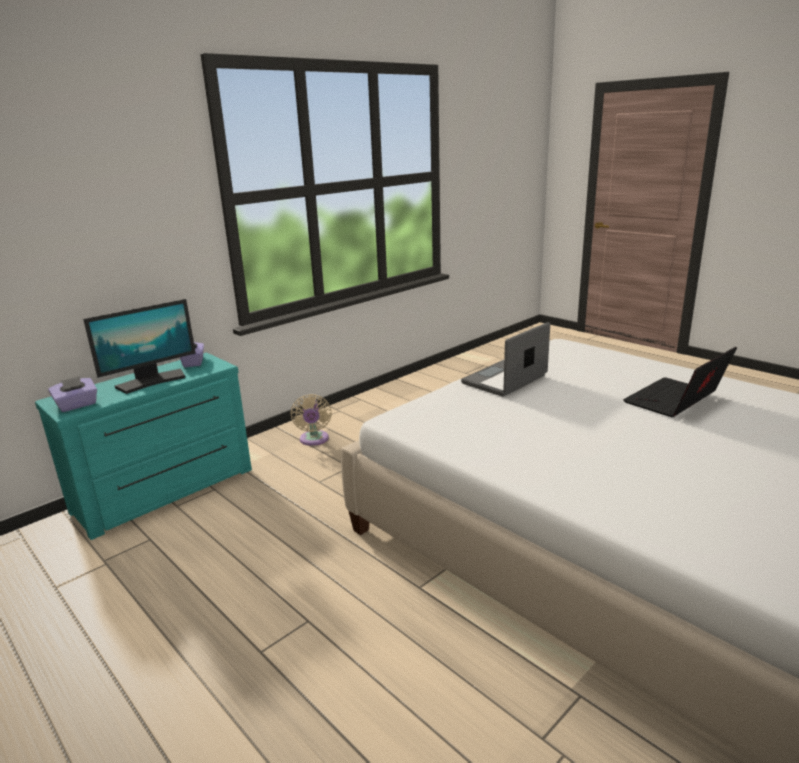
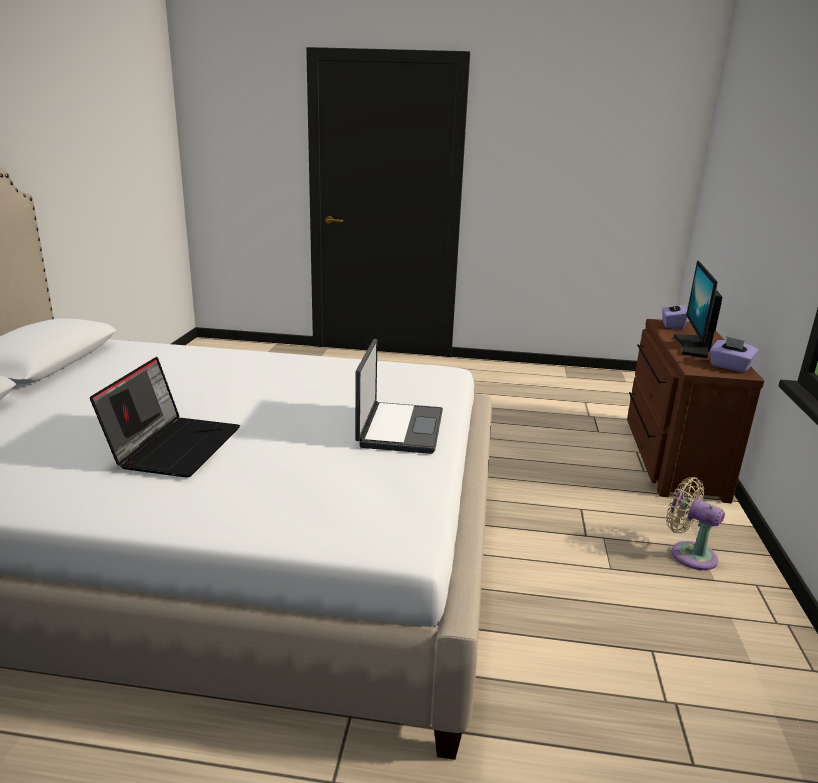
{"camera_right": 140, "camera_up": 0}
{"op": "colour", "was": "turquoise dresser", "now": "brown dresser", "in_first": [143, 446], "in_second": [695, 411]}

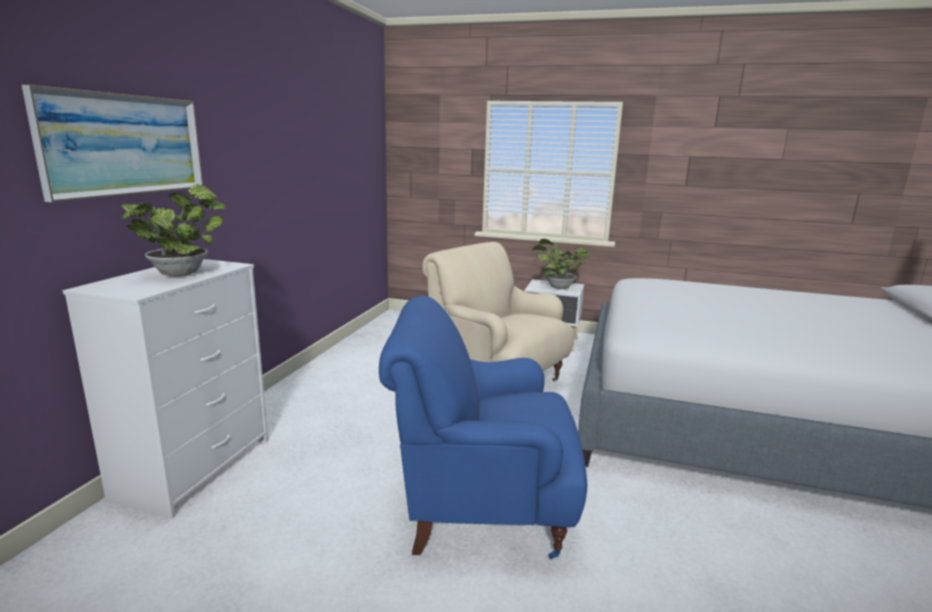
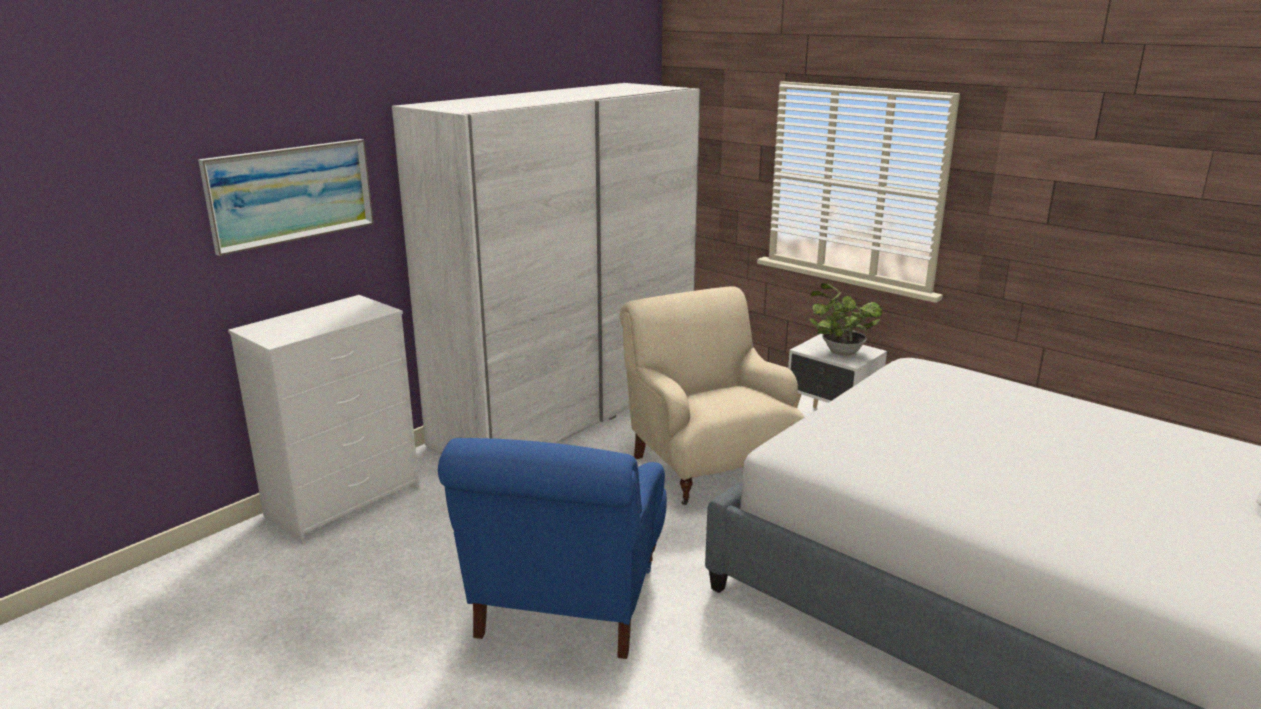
{"camera_right": 25, "camera_up": 5}
{"op": "missing", "was": "potted plant", "in_first": [174, 230]}
{"op": "spun", "was": "blue armchair", "in_first": [483, 427], "in_second": [552, 548], "clockwise": -105}
{"op": "appeared", "now": "white wardrobe", "in_second": [546, 268]}

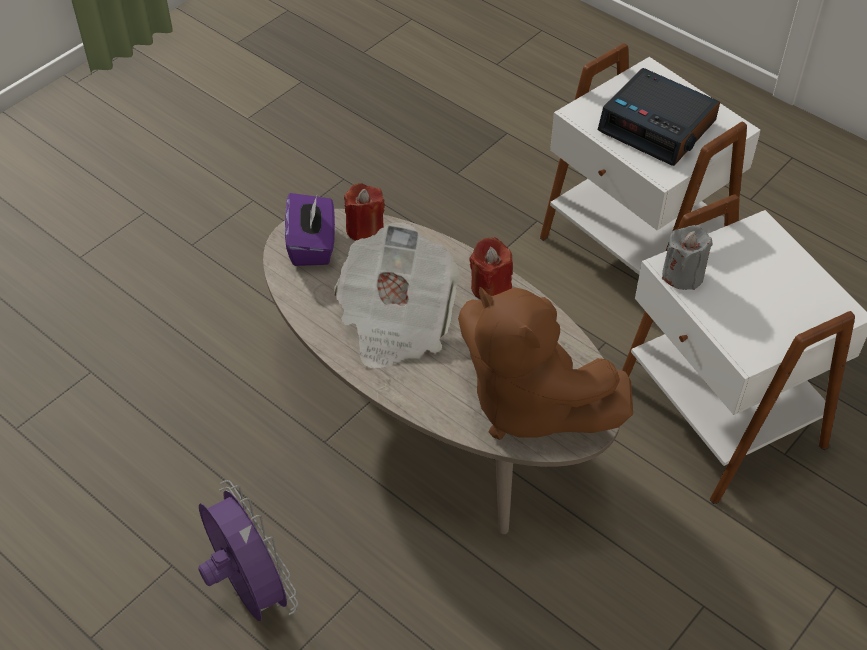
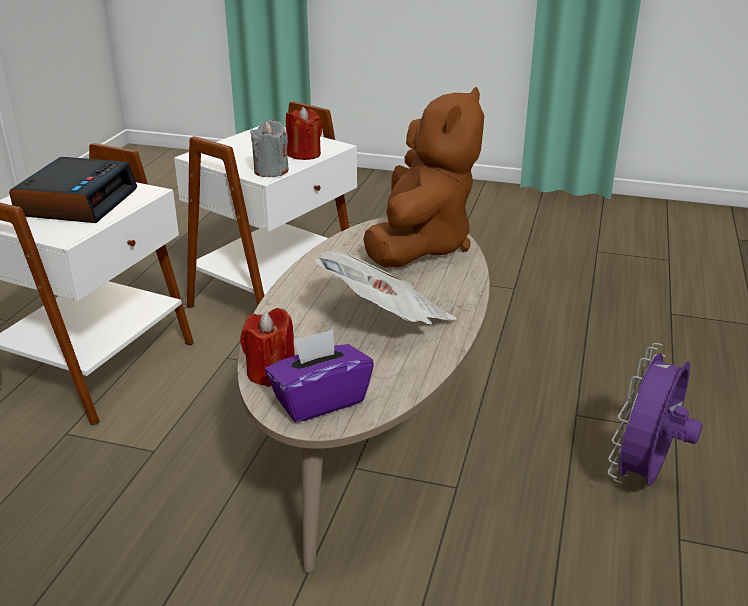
{"camera_right": -115, "camera_up": -20}
{"op": "relocated", "was": "red candle", "in_first": [491, 268], "in_second": [304, 133]}

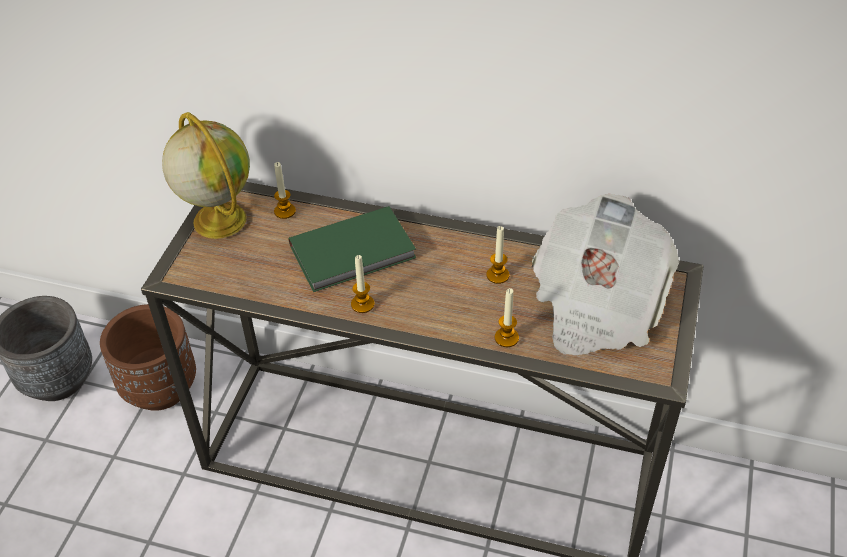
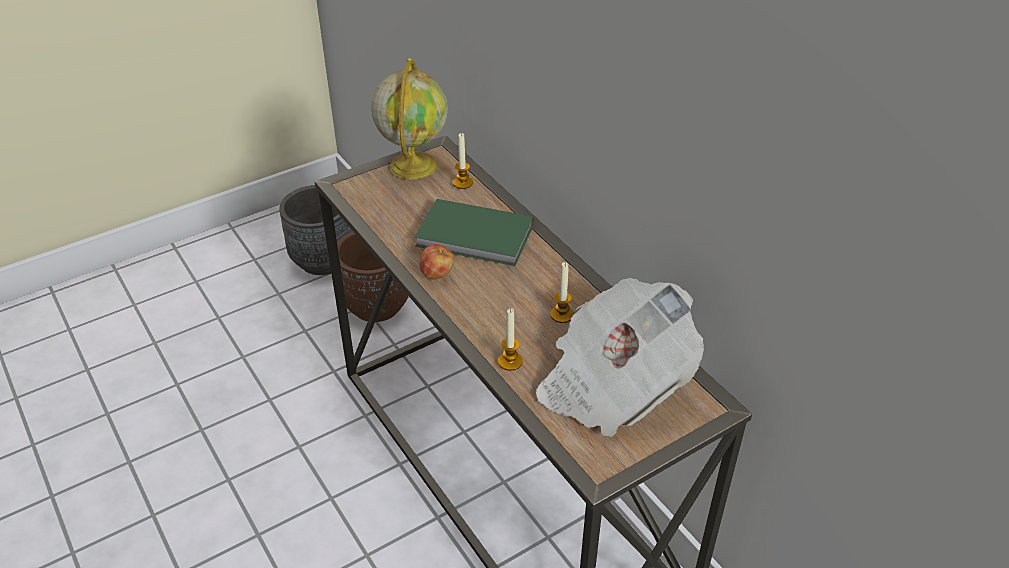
{"camera_right": 40, "camera_up": -5}
{"op": "exchanged", "was": "candle", "now": "apple", "in_first": [363, 284], "in_second": [437, 262]}

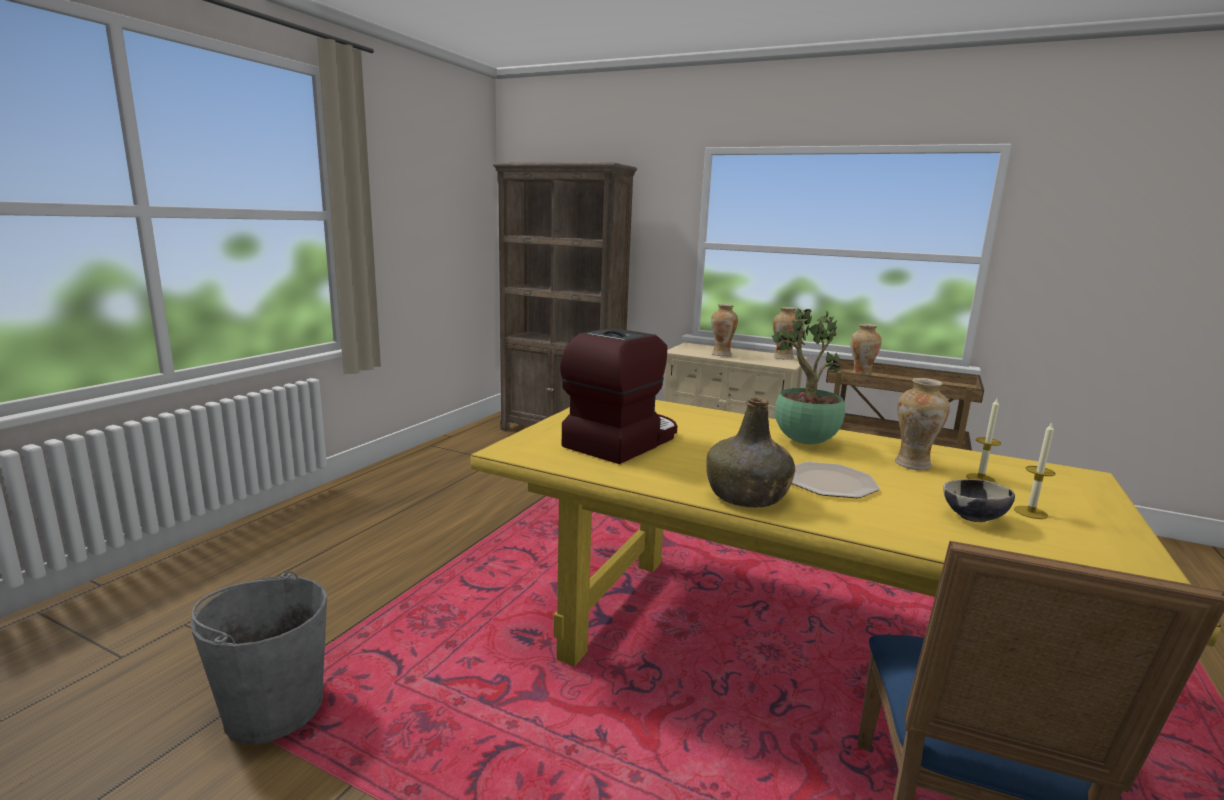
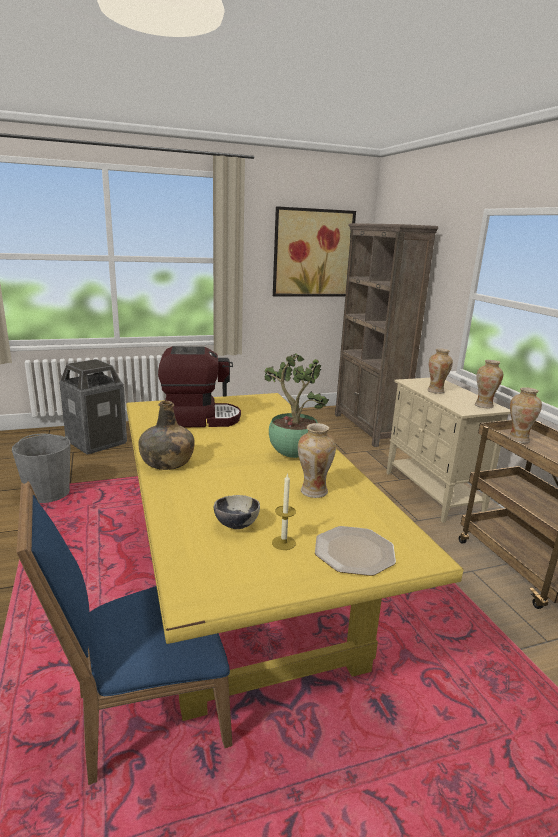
{"camera_right": 45, "camera_up": 5}
{"op": "relocated", "was": "plate", "in_first": [836, 480], "in_second": [355, 551]}
{"op": "missing", "was": "candle", "in_first": [983, 440]}
{"op": "appeared", "now": "trash can", "in_second": [93, 407]}
{"op": "appeared", "now": "picture", "in_second": [314, 251]}

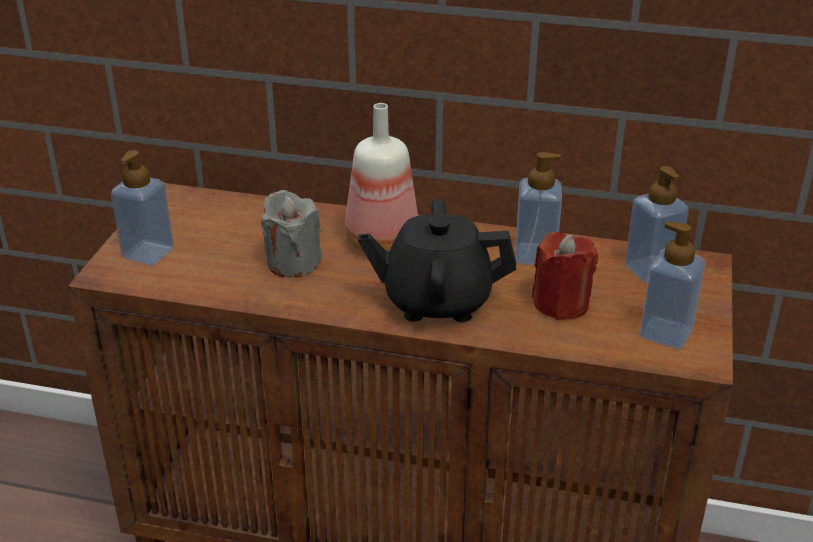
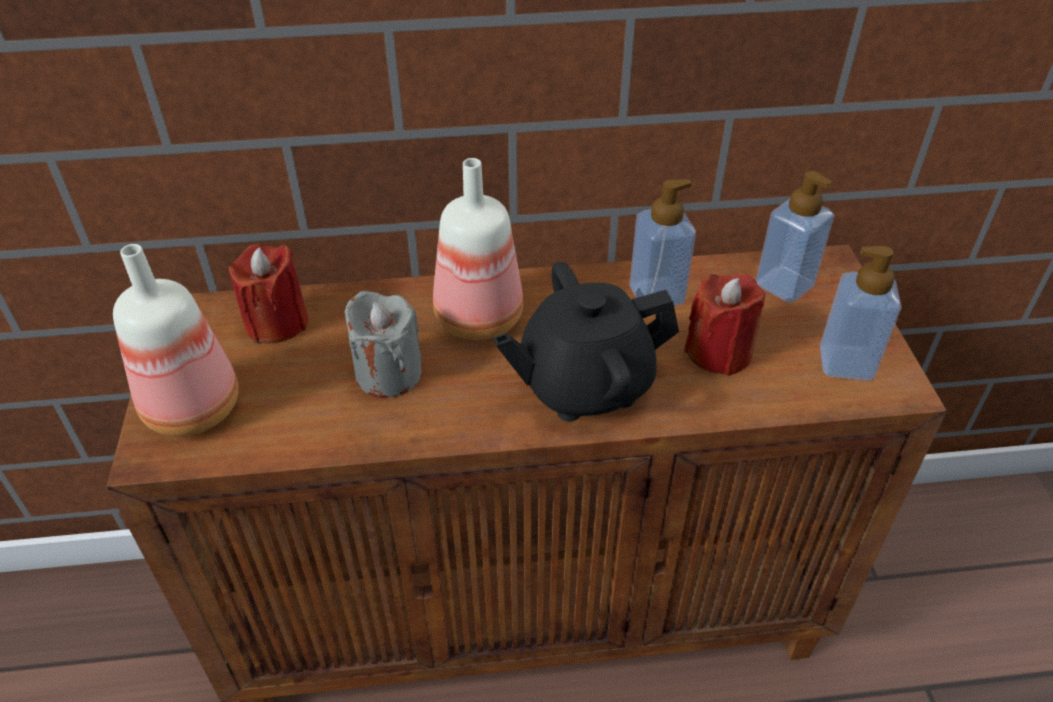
{"camera_right": -20, "camera_up": 10}
{"op": "exchanged", "was": "soap dispenser", "now": "bottle", "in_first": [142, 207], "in_second": [176, 340]}
{"op": "appeared", "now": "red candle", "in_second": [268, 293]}

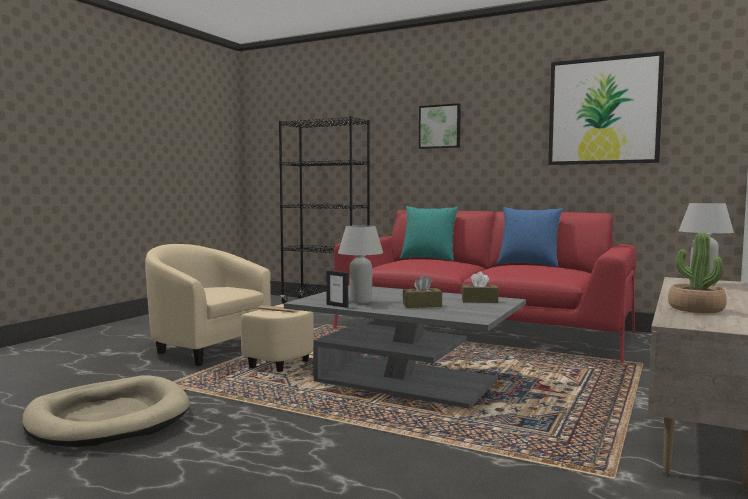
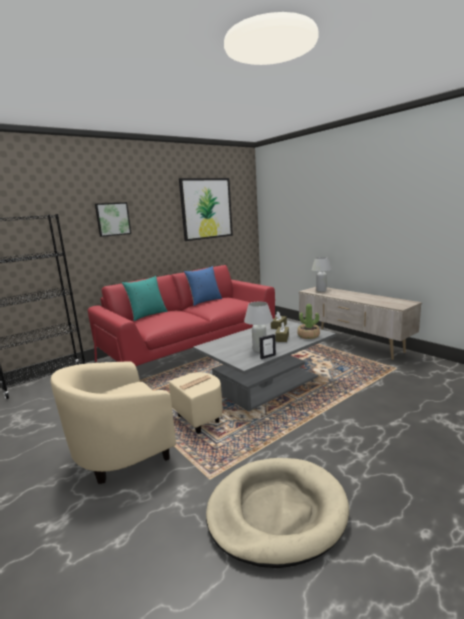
{"camera_right": -65, "camera_up": 10}
{"op": "relocated", "was": "potted plant", "in_first": [697, 272], "in_second": [308, 321]}

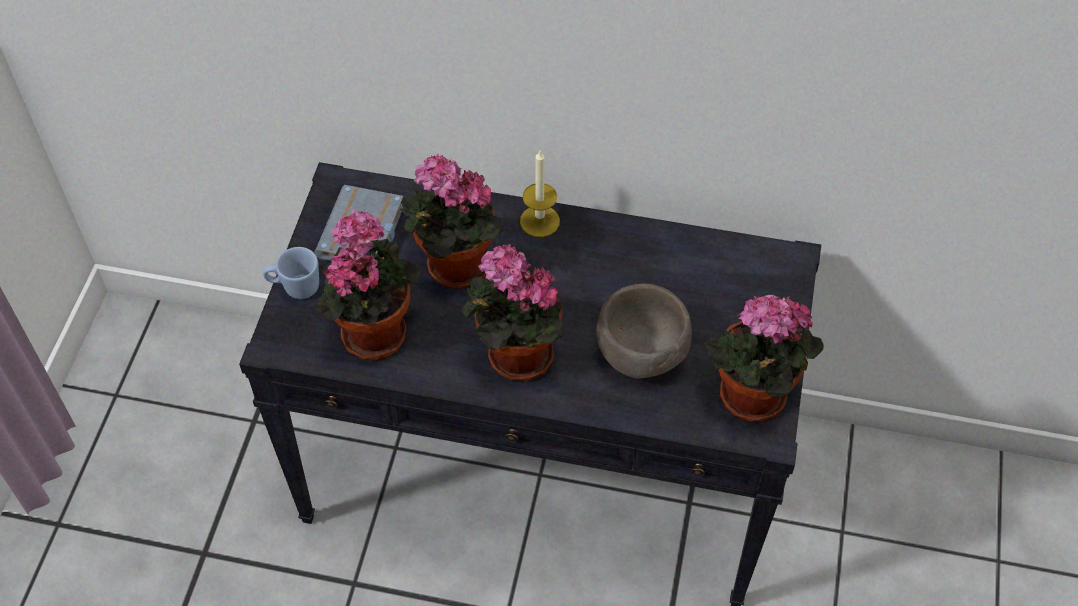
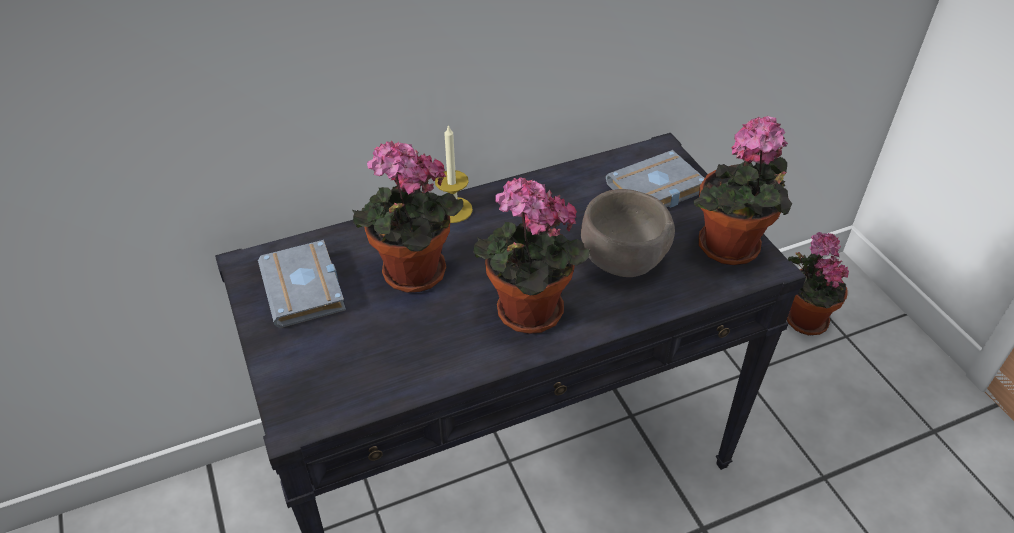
{"camera_right": -35, "camera_up": -10}
{"op": "missing", "was": "blue mug", "in_first": [291, 273]}
{"op": "relocated", "was": "potted plant", "in_first": [367, 285], "in_second": [818, 283]}
{"op": "appeared", "now": "grey book", "in_second": [655, 179]}

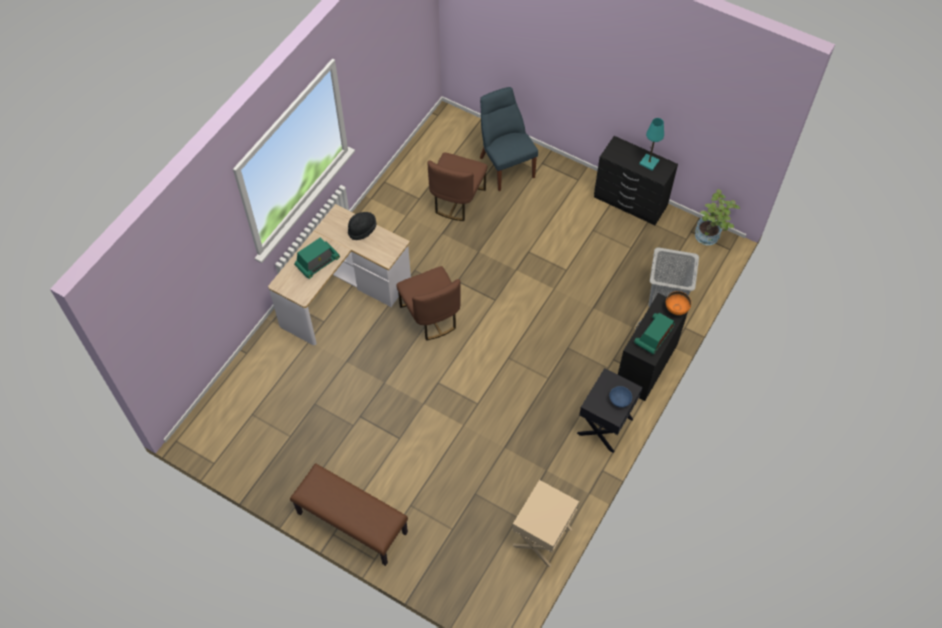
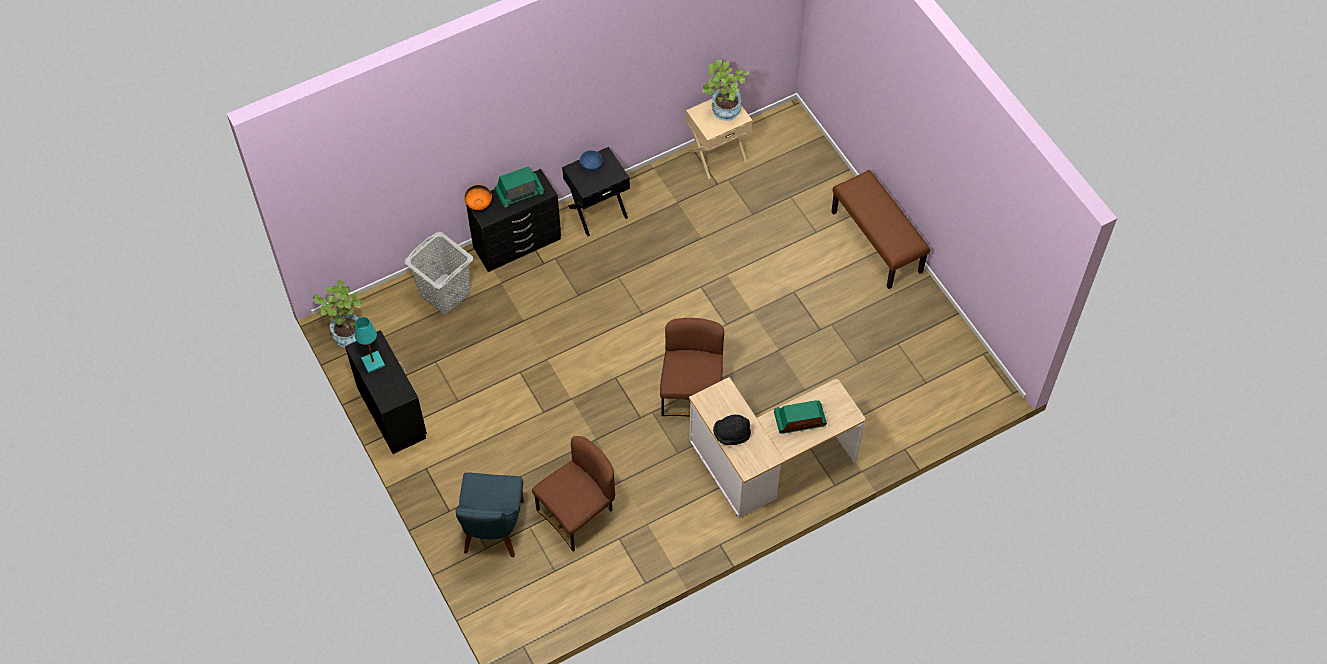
{"camera_right": -150, "camera_up": 0}
{"op": "appeared", "now": "potted plant", "in_second": [726, 90]}

